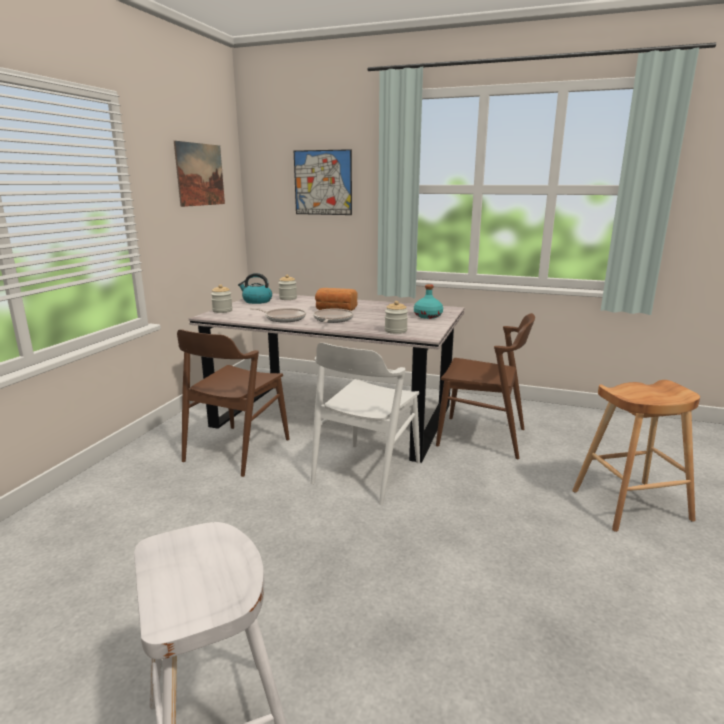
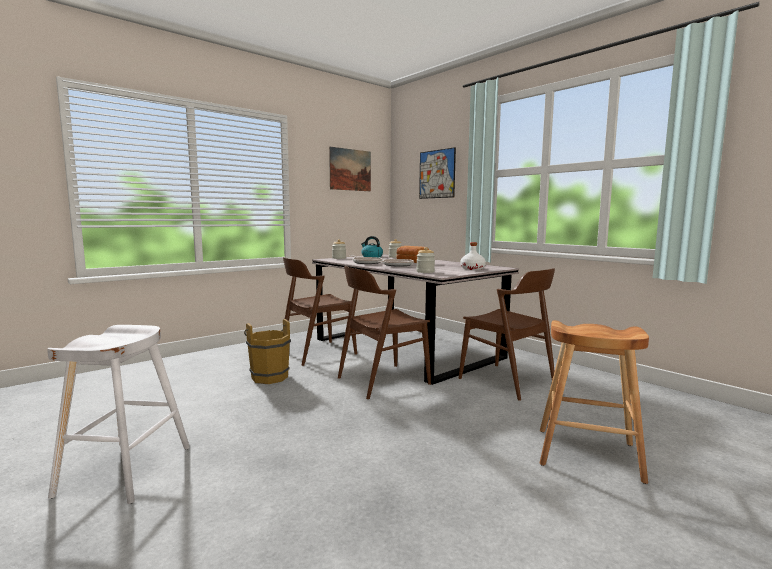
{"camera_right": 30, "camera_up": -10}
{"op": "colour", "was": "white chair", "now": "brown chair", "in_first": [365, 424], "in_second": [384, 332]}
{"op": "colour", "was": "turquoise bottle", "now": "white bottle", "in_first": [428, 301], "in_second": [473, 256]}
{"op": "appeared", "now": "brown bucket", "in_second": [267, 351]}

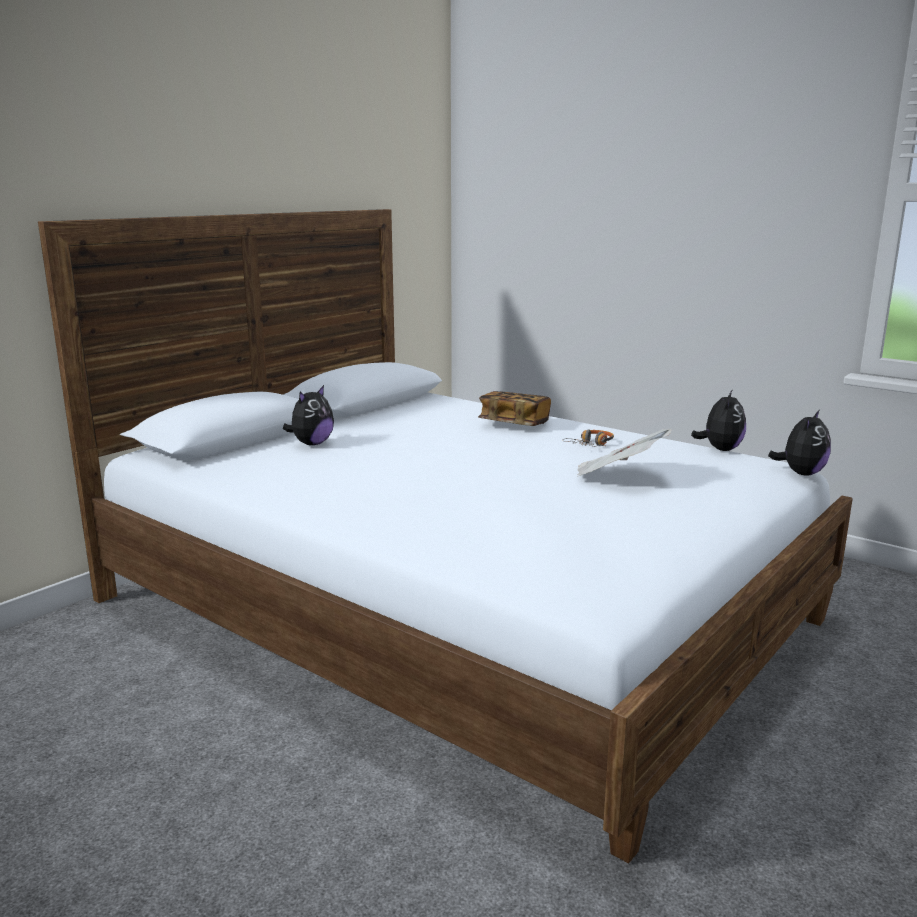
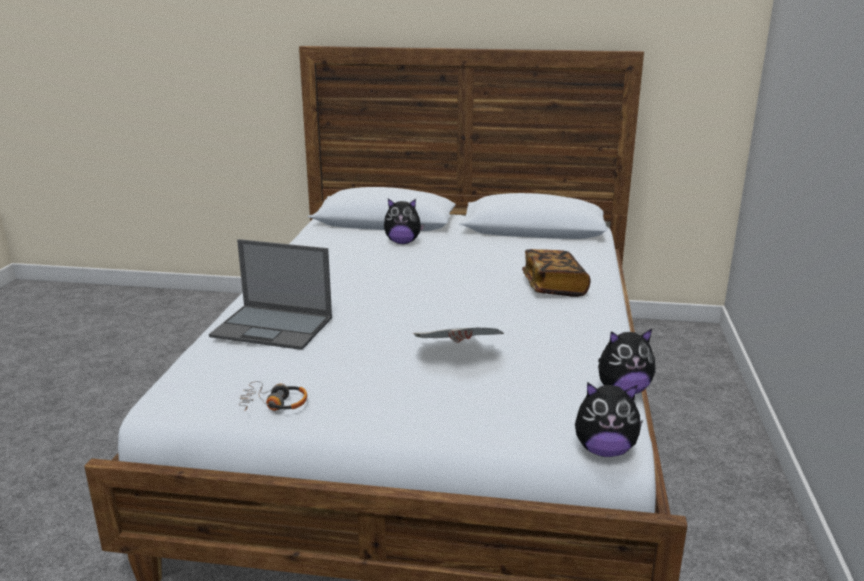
{"camera_right": 60, "camera_up": 5}
{"op": "relocated", "was": "headphones", "in_first": [588, 438], "in_second": [273, 396]}
{"op": "appeared", "now": "laptop", "in_second": [270, 294]}

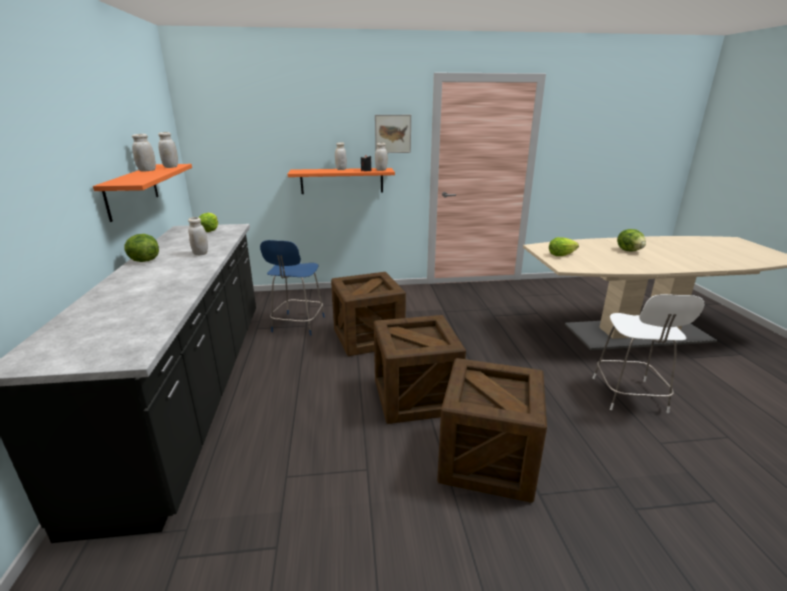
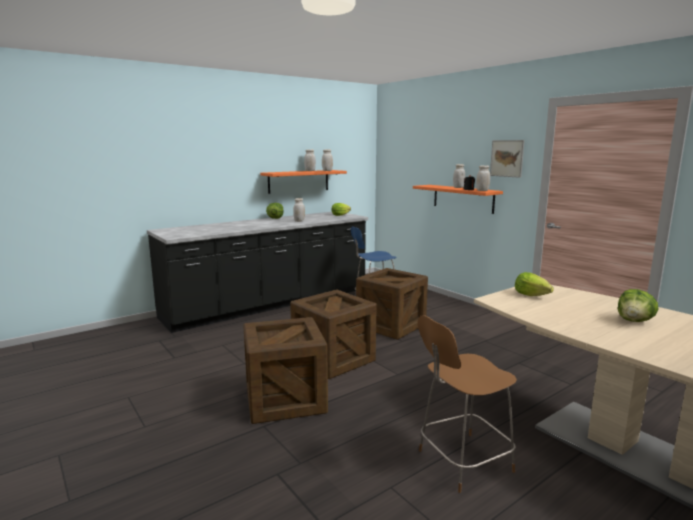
{"camera_right": 60, "camera_up": -10}
{"op": "colour", "was": "white chair", "now": "brown chair", "in_first": [648, 353], "in_second": [467, 404]}

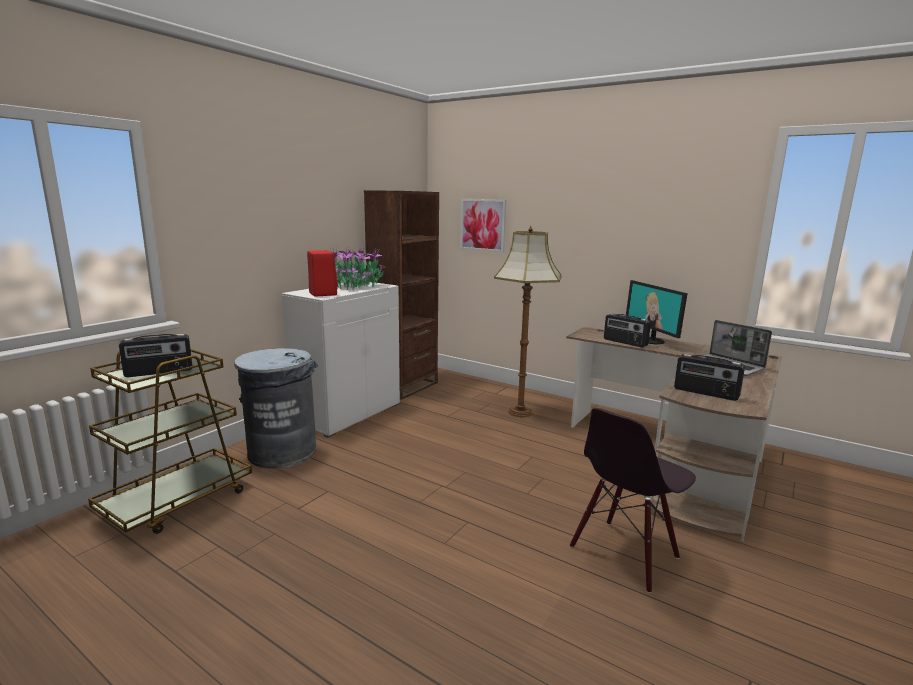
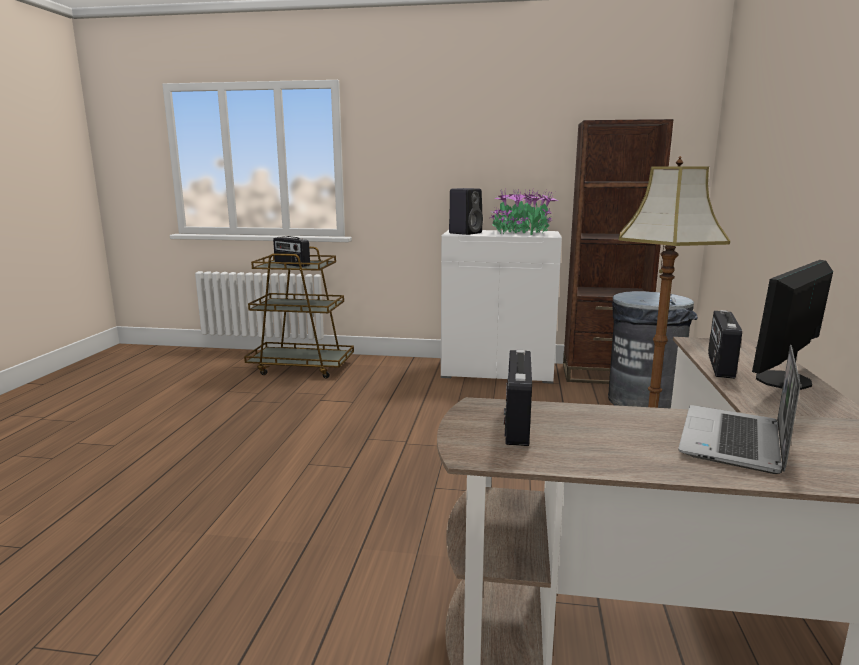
{"camera_right": 65, "camera_up": 0}
{"op": "relocated", "was": "grey trash can", "in_first": [276, 408], "in_second": [653, 349]}
{"op": "colour", "was": "red speaker", "now": "black speaker", "in_first": [322, 273], "in_second": [466, 211]}
{"op": "missing", "was": "picture", "in_first": [483, 225]}
{"op": "missing", "was": "black chair", "in_first": [633, 500]}

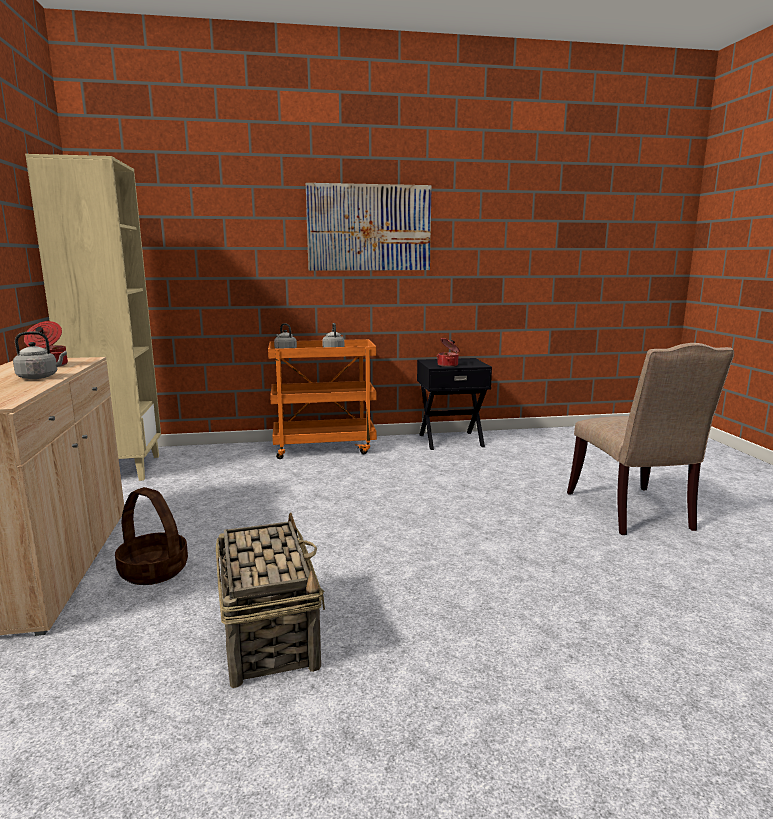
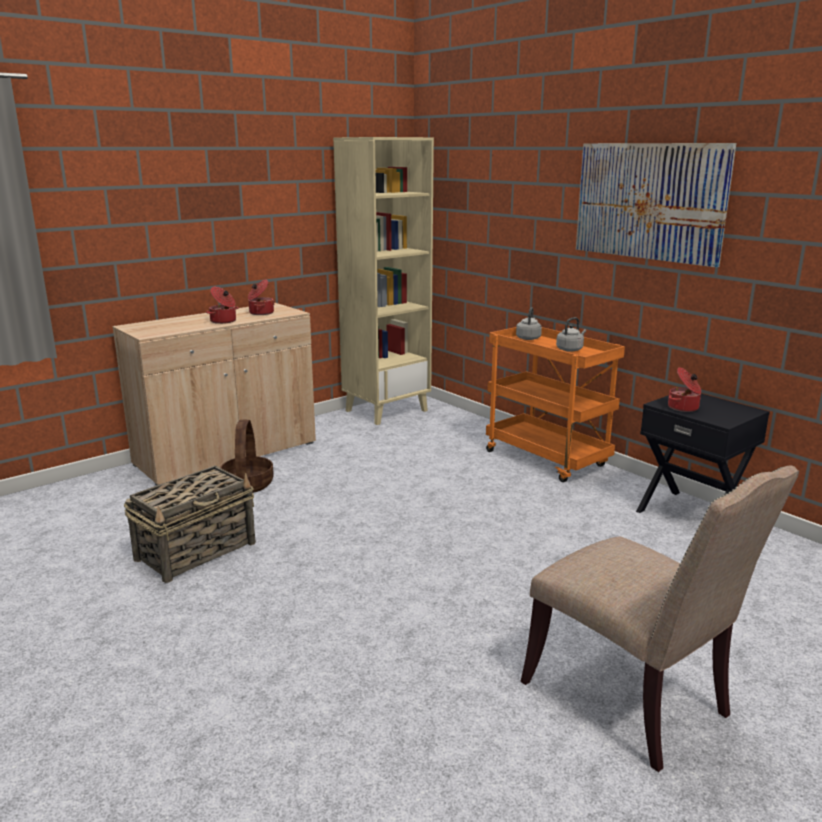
{"camera_right": 60, "camera_up": 5}
{"op": "exchanged", "was": "grey kettle", "now": "cooking pot", "in_first": [40, 355], "in_second": [222, 305]}
{"op": "spun", "was": "beige chair", "in_first": [650, 439], "in_second": [659, 619], "clockwise": -90}

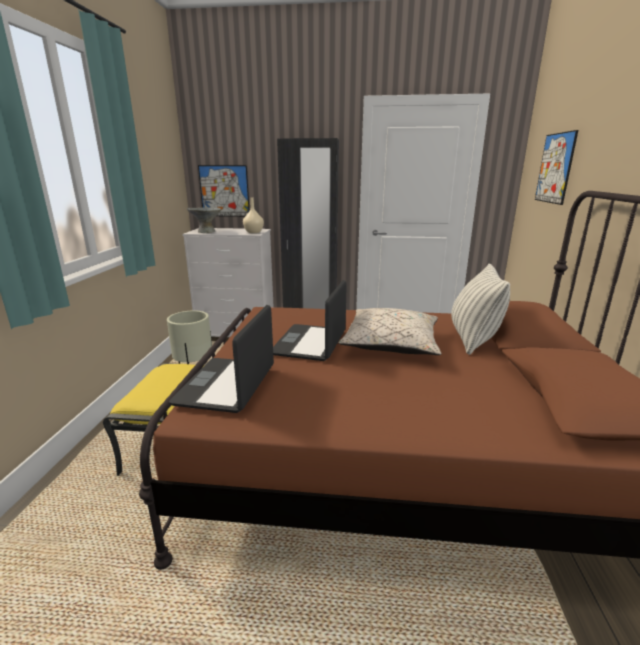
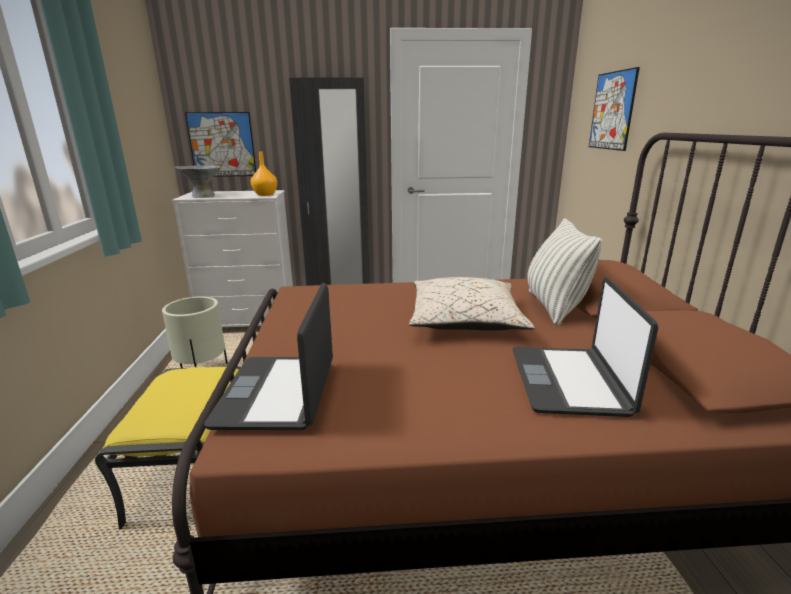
{"camera_right": -10, "camera_up": 0}
{"op": "colour", "was": "beige vase", "now": "orange vase", "in_first": [253, 215], "in_second": [264, 173]}
{"op": "relocated", "was": "laptop", "in_first": [310, 320], "in_second": [585, 347]}

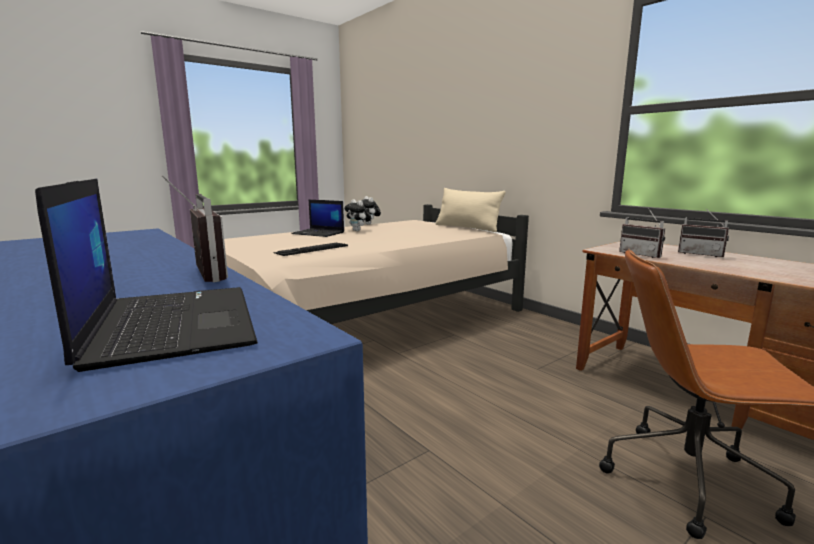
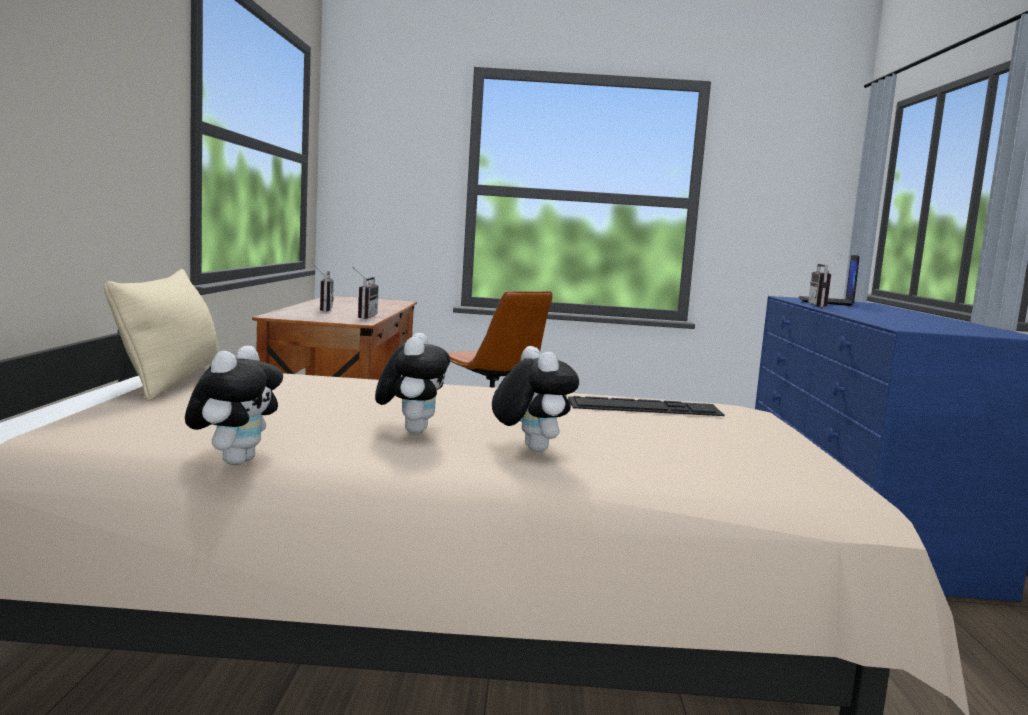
{"camera_right": -140, "camera_up": -5}
{"op": "exchanged", "was": "laptop", "now": "plush toy", "in_first": [317, 218], "in_second": [535, 399]}

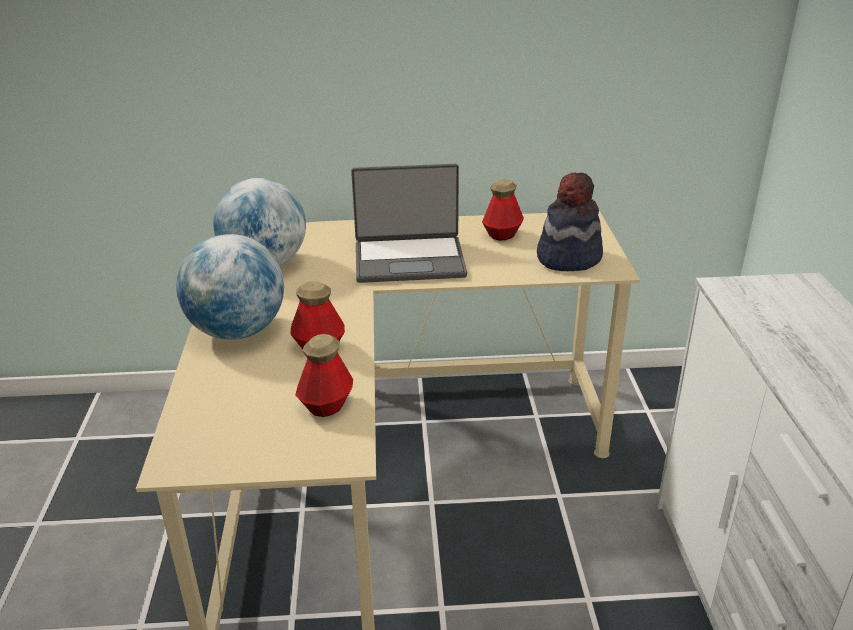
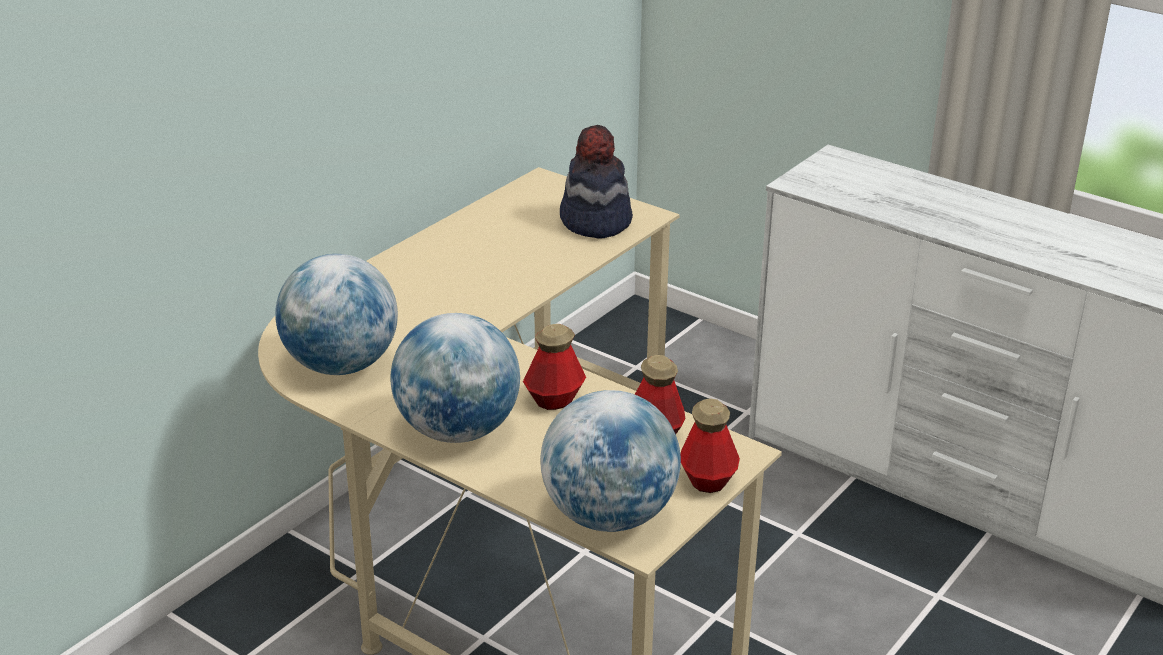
{"camera_right": -50, "camera_up": 0}
{"op": "missing", "was": "laptop", "in_first": [409, 223]}
{"op": "relocated", "was": "bottle", "in_first": [503, 210], "in_second": [710, 445]}
{"op": "appeared", "now": "globe", "in_second": [610, 461]}

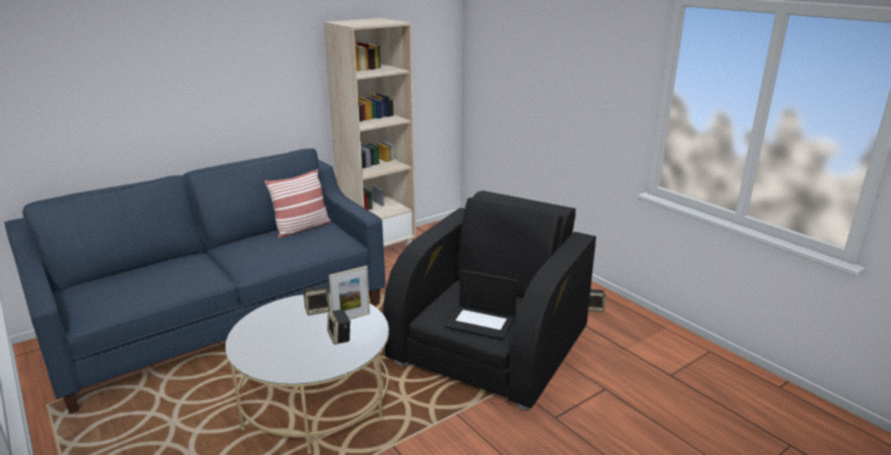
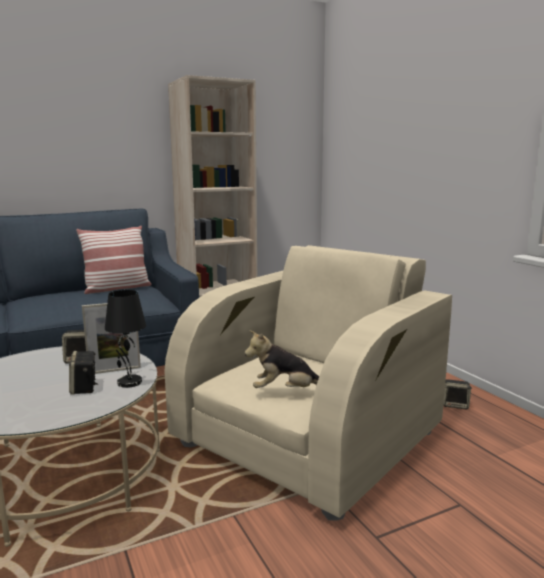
{"camera_right": 10, "camera_up": -10}
{"op": "colour", "was": "black armchair", "now": "beige armchair", "in_first": [489, 300], "in_second": [308, 383]}
{"op": "exchanged", "was": "laptop", "now": "plush toy", "in_first": [481, 305], "in_second": [281, 359]}
{"op": "appeared", "now": "black table lamp", "in_second": [125, 339]}

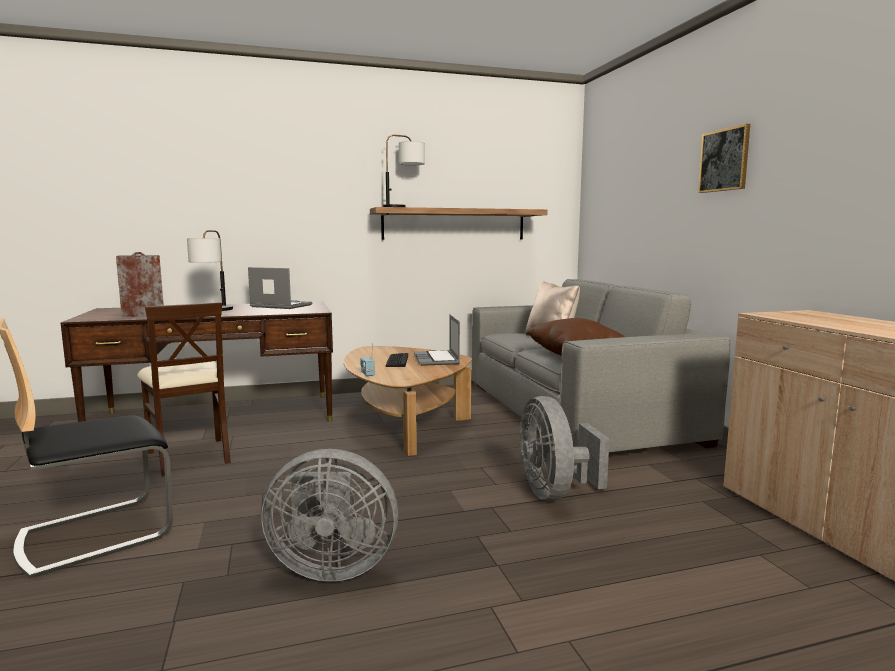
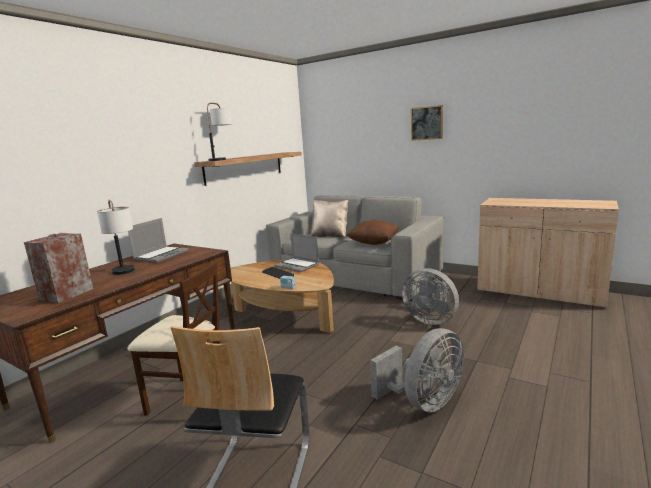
{"camera_right": -40, "camera_up": 5}
{"op": "spun", "was": "laptop", "in_first": [280, 288], "in_second": [158, 240], "clockwise": 135}

